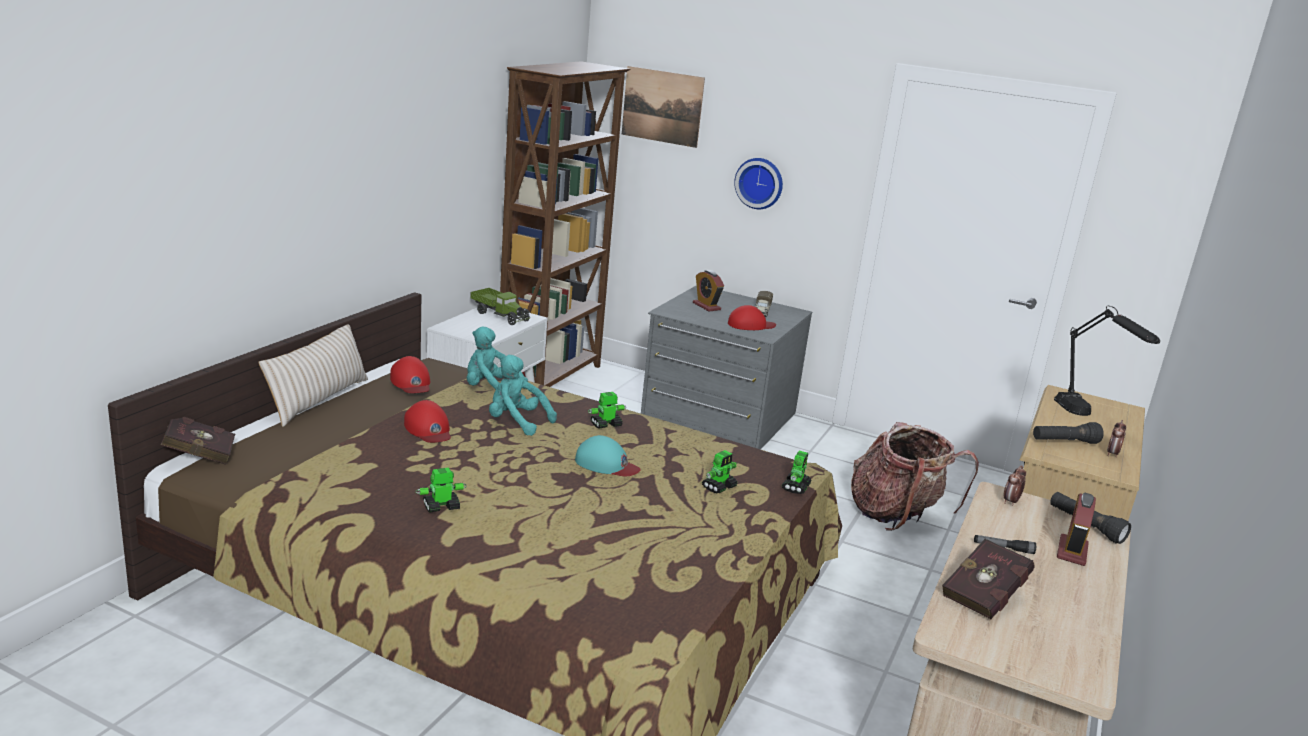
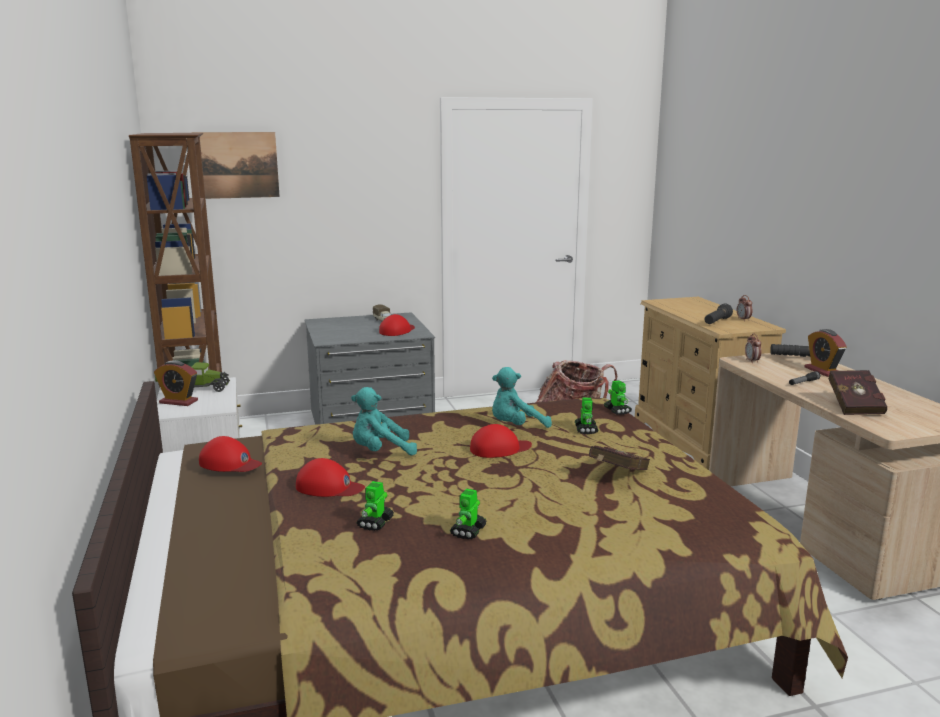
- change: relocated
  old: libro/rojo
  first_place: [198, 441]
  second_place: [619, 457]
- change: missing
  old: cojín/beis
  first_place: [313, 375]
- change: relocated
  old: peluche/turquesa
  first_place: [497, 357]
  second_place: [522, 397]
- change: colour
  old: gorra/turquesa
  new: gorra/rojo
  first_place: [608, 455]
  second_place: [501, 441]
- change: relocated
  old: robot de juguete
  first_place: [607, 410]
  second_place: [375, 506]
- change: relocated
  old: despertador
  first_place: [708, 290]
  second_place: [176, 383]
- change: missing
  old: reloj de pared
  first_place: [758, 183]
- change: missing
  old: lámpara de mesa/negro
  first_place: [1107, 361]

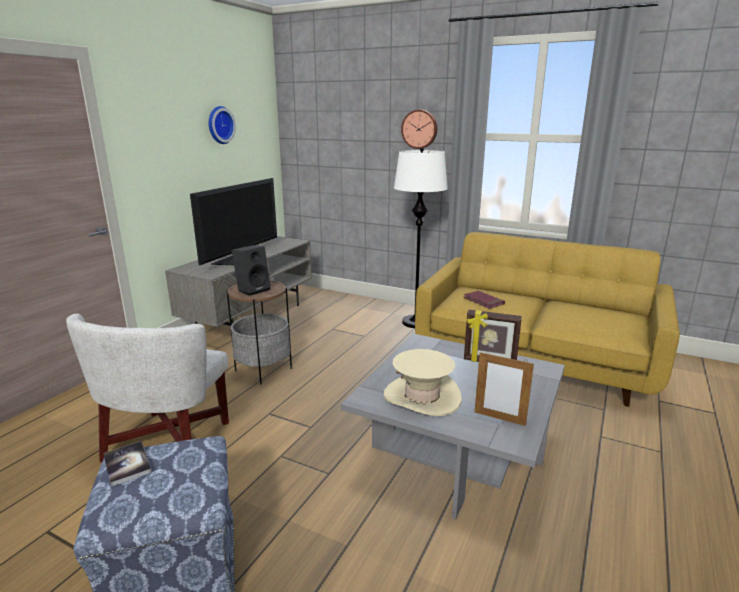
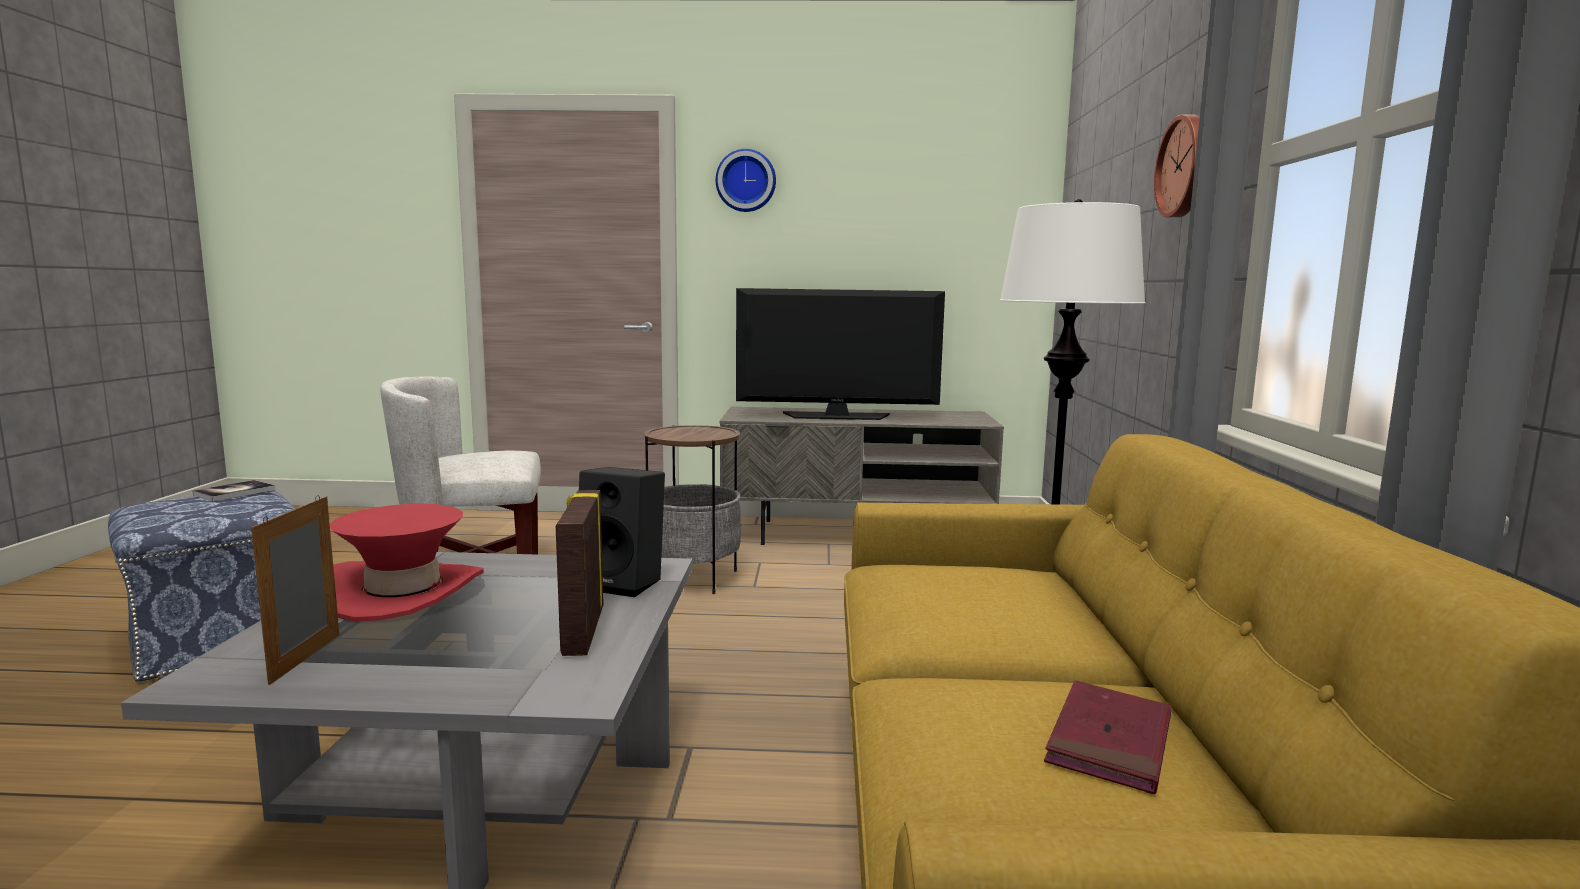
- change: relocated
  old: reloj de pared
  first_place: [222, 125]
  second_place: [746, 180]
- change: relocated
  old: altavoz/negro
  first_place: [251, 270]
  second_place: [622, 532]
- change: colour
  old: sombrero/beis
  new: sombrero/rojo
  first_place: [422, 382]
  second_place: [407, 563]
- change: relocated
  old: libro/rojo
  first_place: [484, 300]
  second_place: [1108, 737]

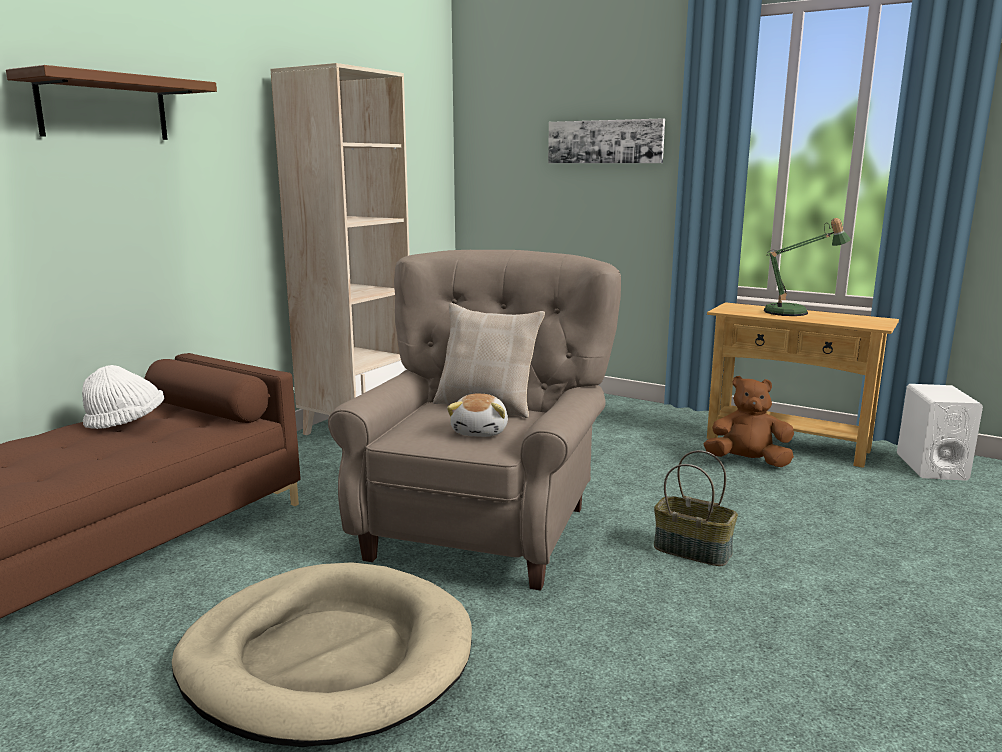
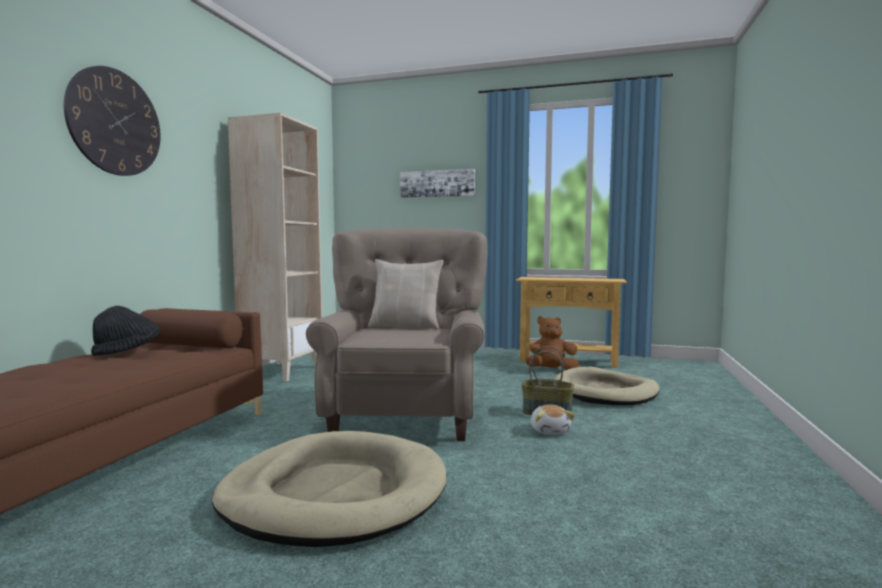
- change: exchanged
  old: estante/marrón
  new: reloj de pared
  first_place: [111, 102]
  second_place: [112, 121]
- change: colour
  old: sombrero/blanco
  new: sombrero/negro
  first_place: [123, 397]
  second_place: [125, 331]
- change: relocated
  old: peluche
  first_place: [477, 415]
  second_place: [553, 420]
- change: missing
  old: lámpara de mesa
  first_place: [807, 267]
- change: missing
  old: altavoz/blanco
  first_place: [940, 432]
- change: appeared
  new: cama para perro/beis
  second_place: [606, 386]

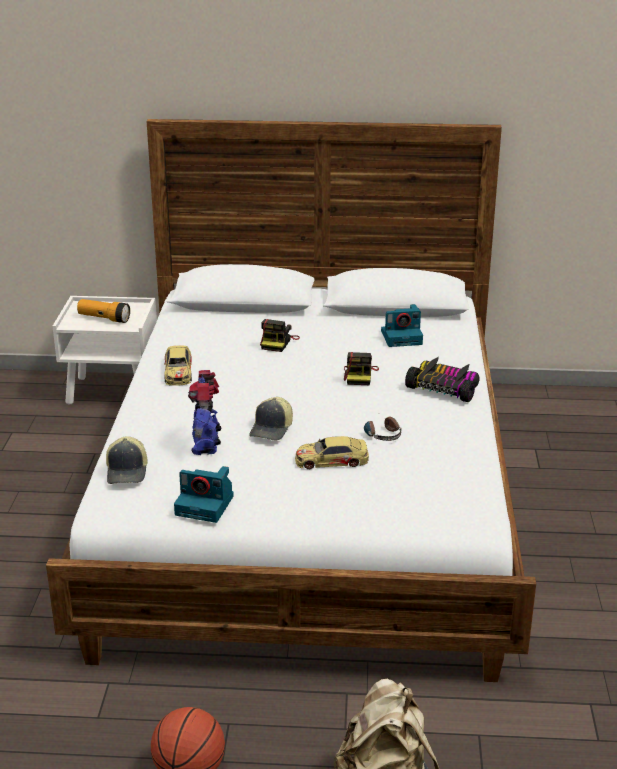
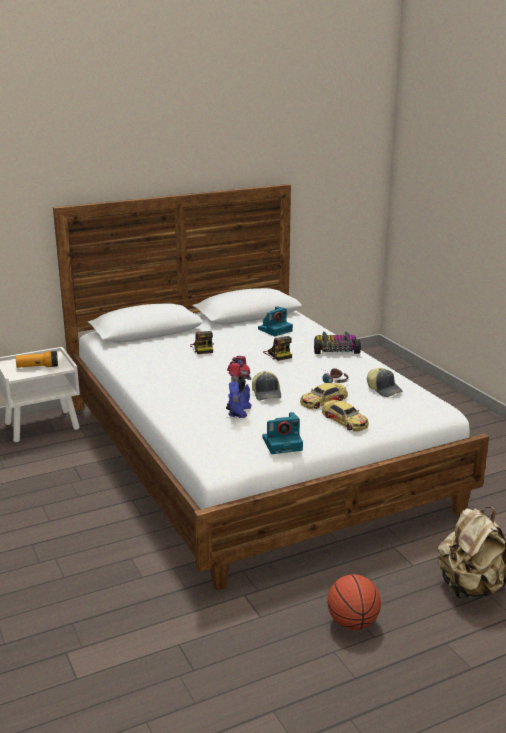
- change: relocated
  old: gorra
  first_place: [127, 460]
  second_place: [385, 382]
- change: relocated
  old: coche de juguete
  first_place: [178, 365]
  second_place: [345, 416]
- change: spun
  old: robot de juguete
  first_place: [204, 412]
  second_place: [239, 387]
  degrees: -135

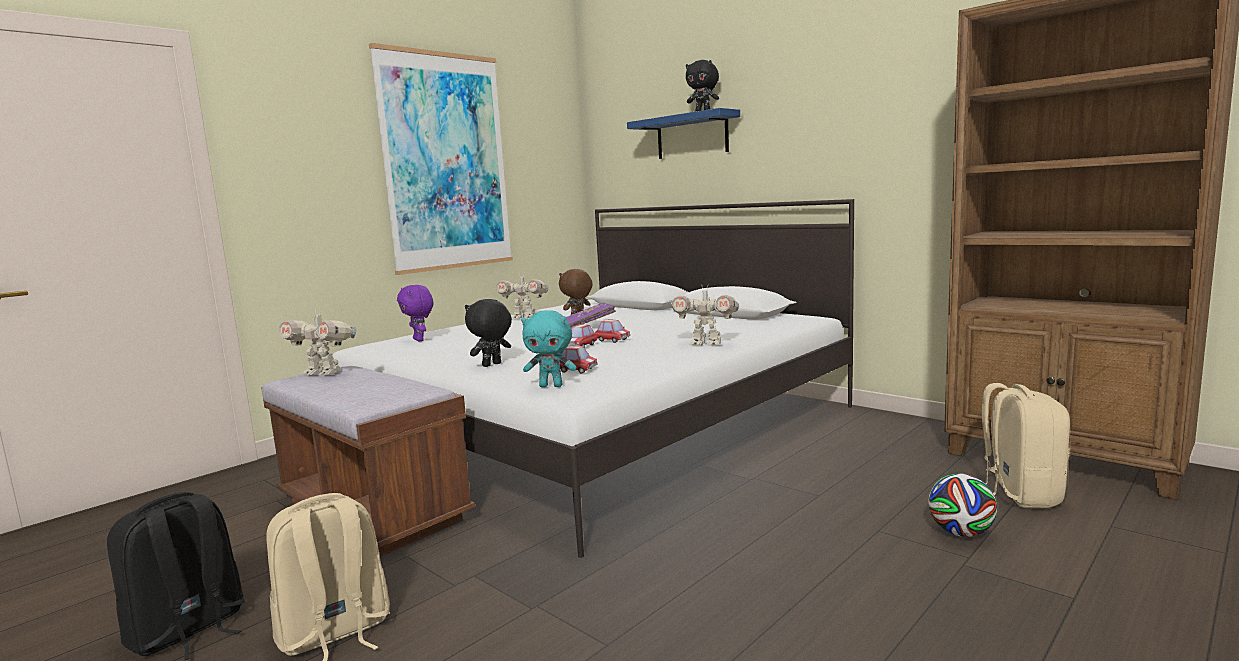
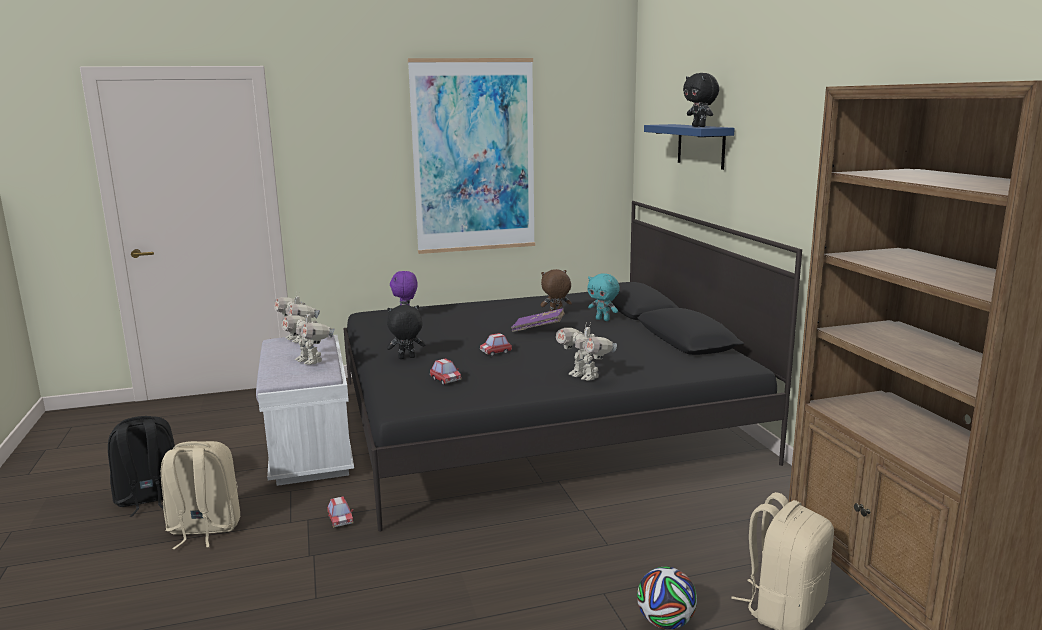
- change: colour
  old: banco/marrón
  new: banco/blanco
  first_place: [368, 461]
  second_place: [305, 410]
- change: colour
  old: cama/blanco
  new: cama/negro
  first_place: [593, 378]
  second_place: [572, 366]
- change: relocated
  old: robot de juguete
  first_place: [522, 297]
  second_place: [308, 337]
- change: relocated
  old: peluche/turquesa
  first_place: [549, 348]
  second_place: [603, 297]
- change: relocated
  old: coche de juguete
  first_place: [612, 331]
  second_place: [340, 512]

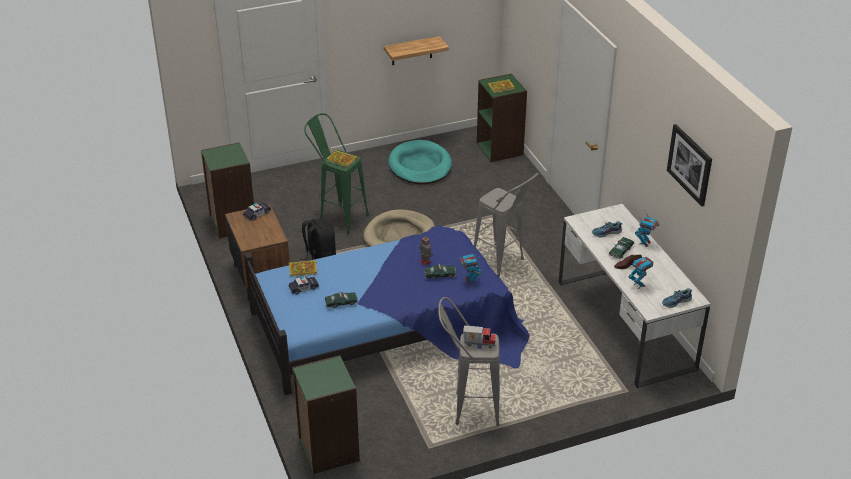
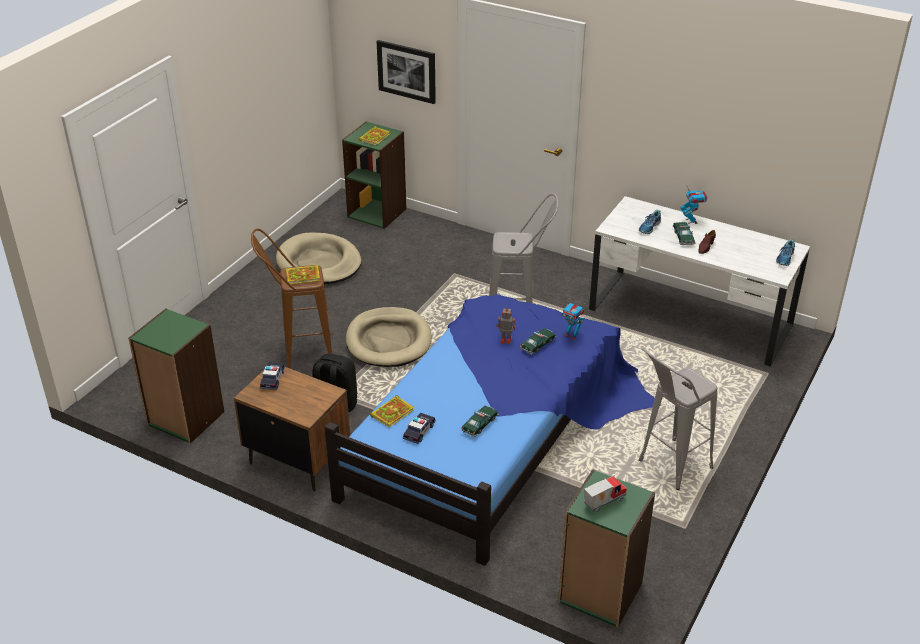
- change: colour
  old: taburete/verde
  new: taburete/marrón
  first_place: [336, 173]
  second_place: [291, 298]
- change: missing
  old: estante
  first_place: [416, 50]
- change: colour
  old: cama para perro/turquesa
  new: cama para perro/beis
  first_place: [420, 162]
  second_place: [319, 258]
- change: relocated
  old: camión de juguete
  first_place: [479, 336]
  second_place: [605, 494]
- change: missing
  old: robot de juguete
  first_place: [641, 273]
- change: relocated
  old: cuadro
  first_place: [689, 165]
  second_place: [406, 72]

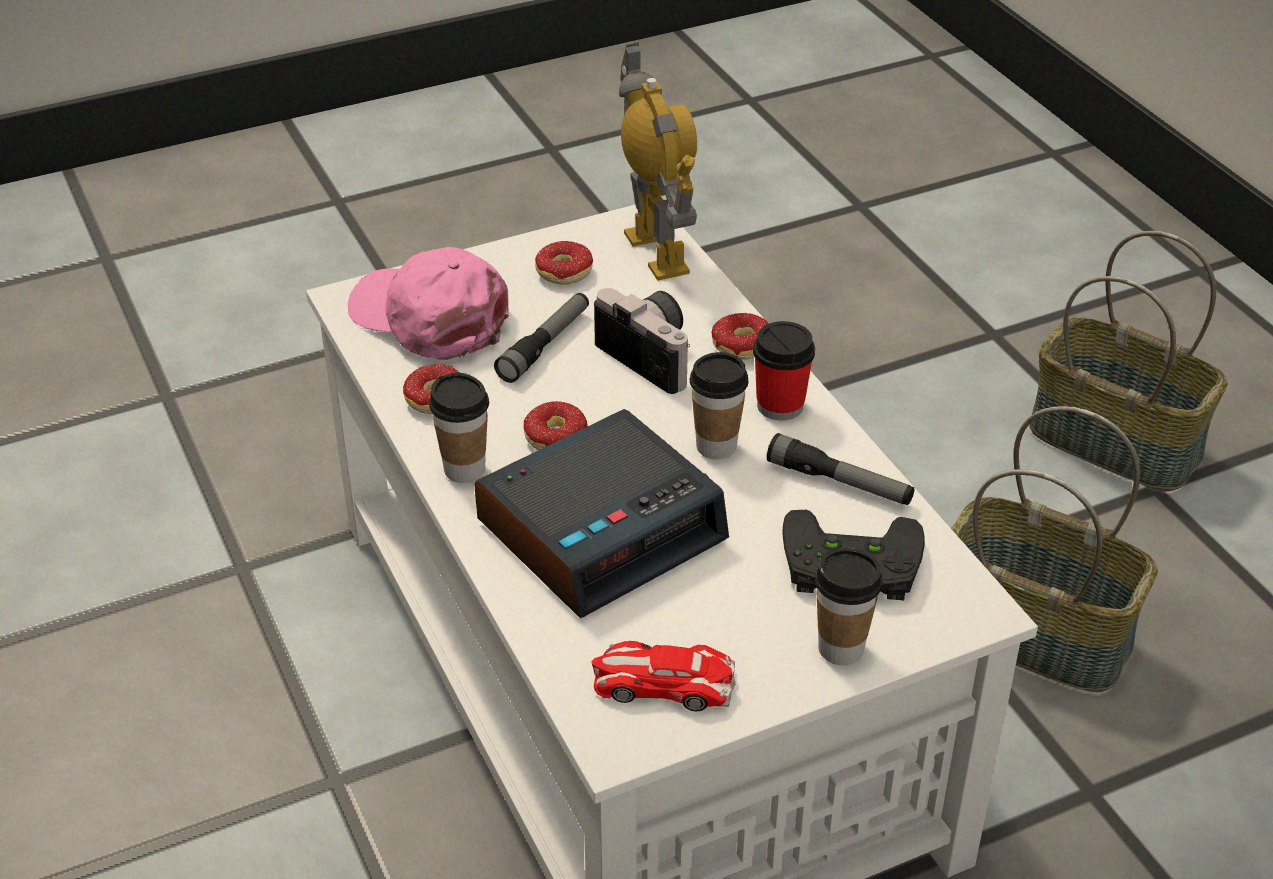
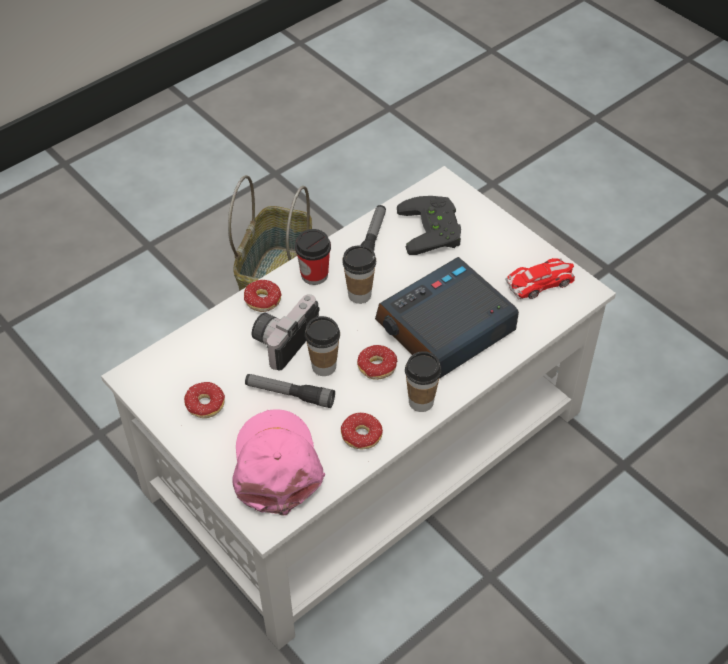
- change: spun
  old: gorra/rosa
  first_place: [428, 303]
  second_place: [278, 462]
  degrees: 150
- change: spun
  old: despertador
  first_place: [601, 513]
  second_place: [447, 318]
  degrees: -75
- change: spun
  old: coche de juguete
  first_place: [663, 676]
  second_place: [540, 279]
  degrees: -105
- change: missing
  old: robot de juguete
  first_place: [658, 162]
- change: relocated
  old: taza
  first_place: [849, 606]
  second_place: [322, 346]
- change: missing
  old: cesta
  first_place: [1129, 361]

